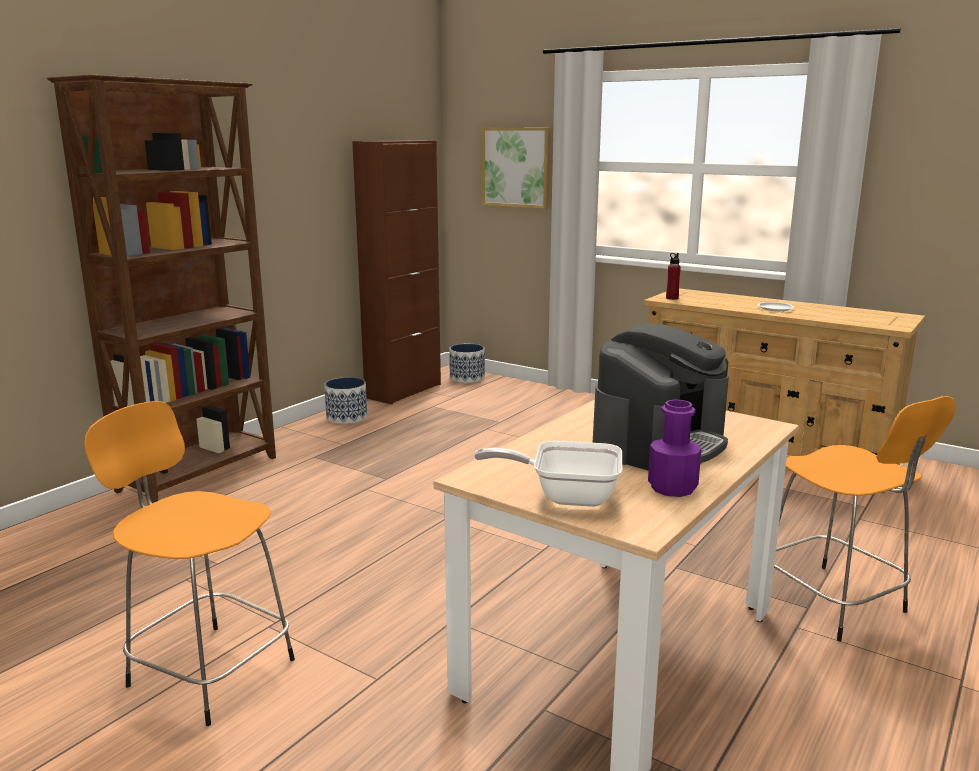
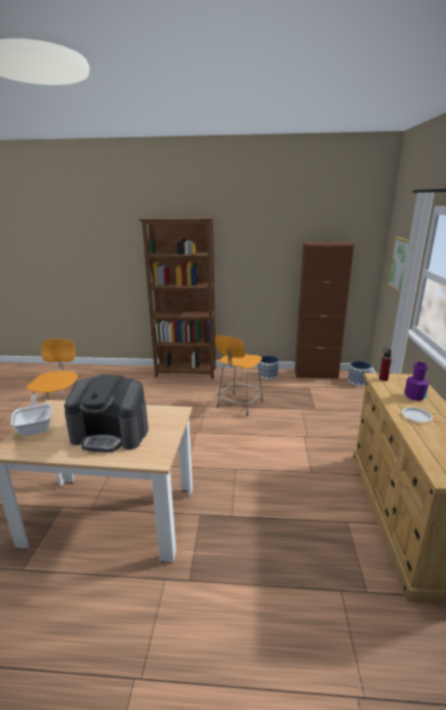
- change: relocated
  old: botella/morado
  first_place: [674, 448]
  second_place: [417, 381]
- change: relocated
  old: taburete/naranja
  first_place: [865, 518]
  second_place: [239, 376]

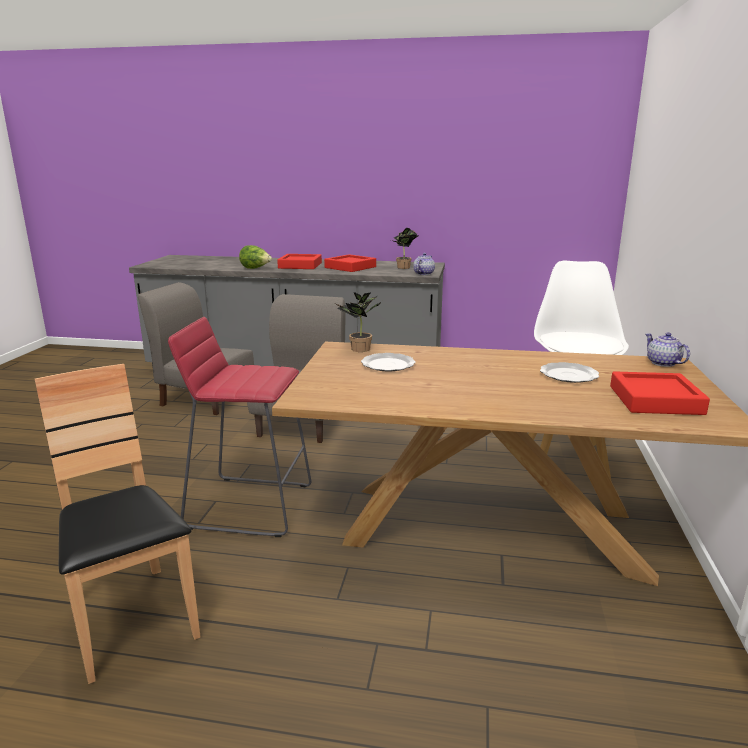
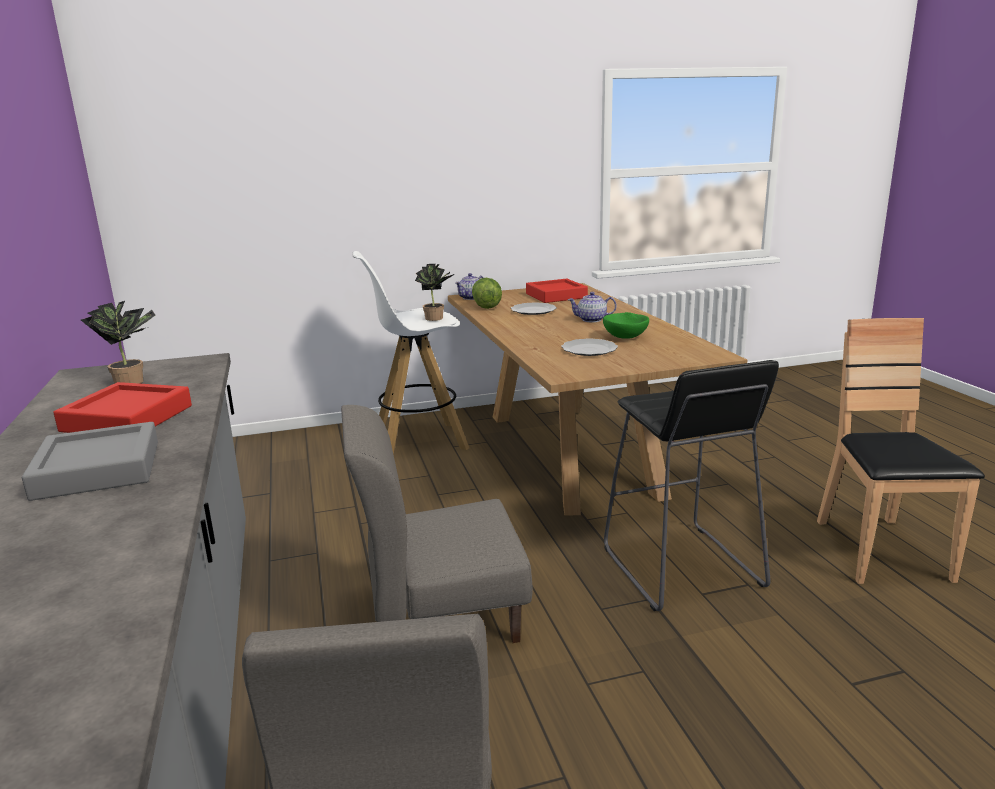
- change: spun
  old: silla/marrón
  first_place: [117, 524]
  second_place: [901, 451]
  degrees: 150
- change: colour
  old: taburete/rojo
  new: taburete/negro
  first_place: [239, 427]
  second_place: [691, 485]
- change: relocated
  old: lechuga
  first_place: [255, 257]
  second_place: [487, 293]
- change: colour
  old: bandeja/rojo
  new: bandeja/gris
  first_place: [299, 261]
  second_place: [90, 461]
- change: relocated
  old: planta en maceta
  first_place: [357, 322]
  second_place: [434, 292]
- change: relocated
  old: tetera
  first_place: [424, 264]
  second_place: [592, 307]
- change: appeared
  new: cuenco/verde
  second_place: [626, 325]

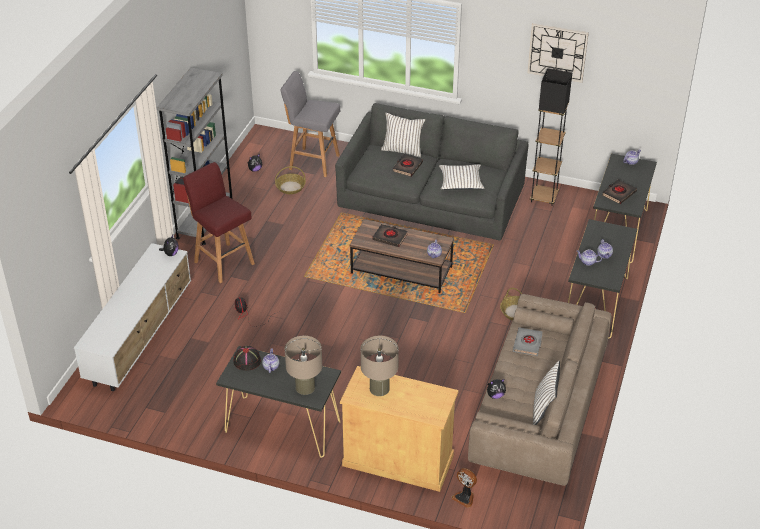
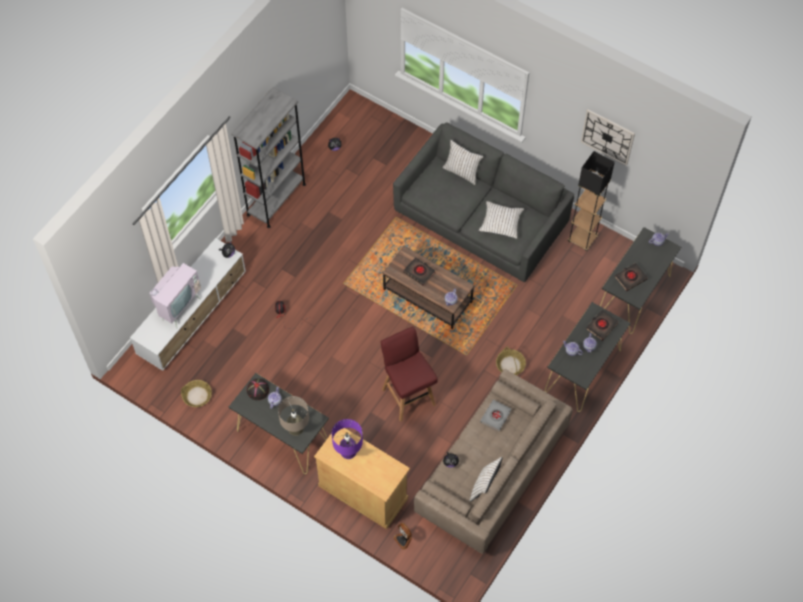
- change: relocated
  old: taburete/rojo
  first_place: [219, 222]
  second_place: [409, 374]
- change: relocated
  old: cesta
  first_place: [290, 180]
  second_place: [196, 393]
- change: missing
  old: taburete/gris
  first_place: [310, 124]
- change: colour
  old: lámpara de mesa/beis
  new: lámpara de mesa/morado
  first_place: [380, 366]
  second_place: [347, 439]
- change: relocated
  old: libro/negro
  first_place: [408, 165]
  second_place: [602, 325]
- change: appeared
  new: televisor
  second_place: [173, 296]

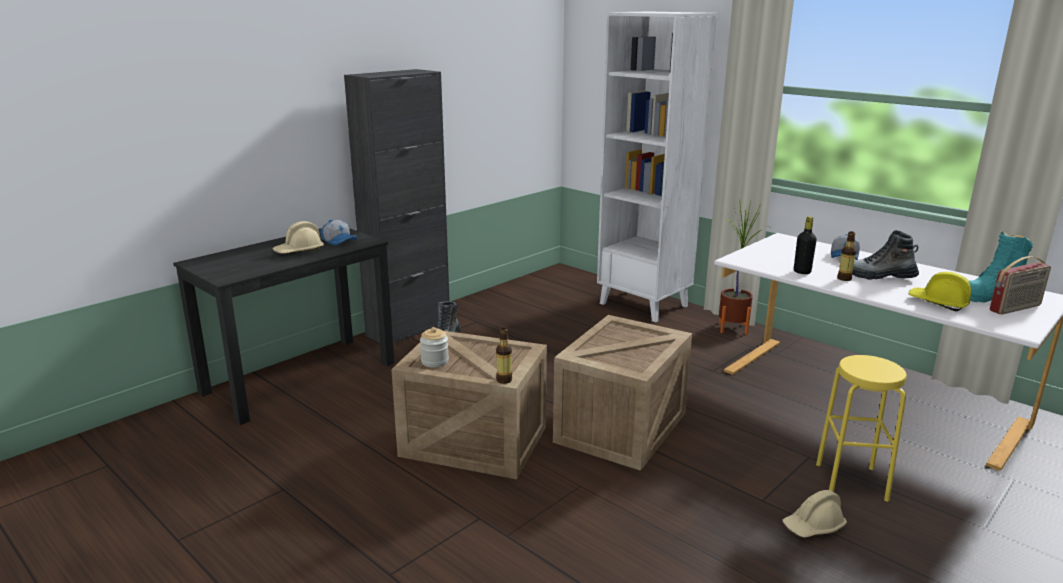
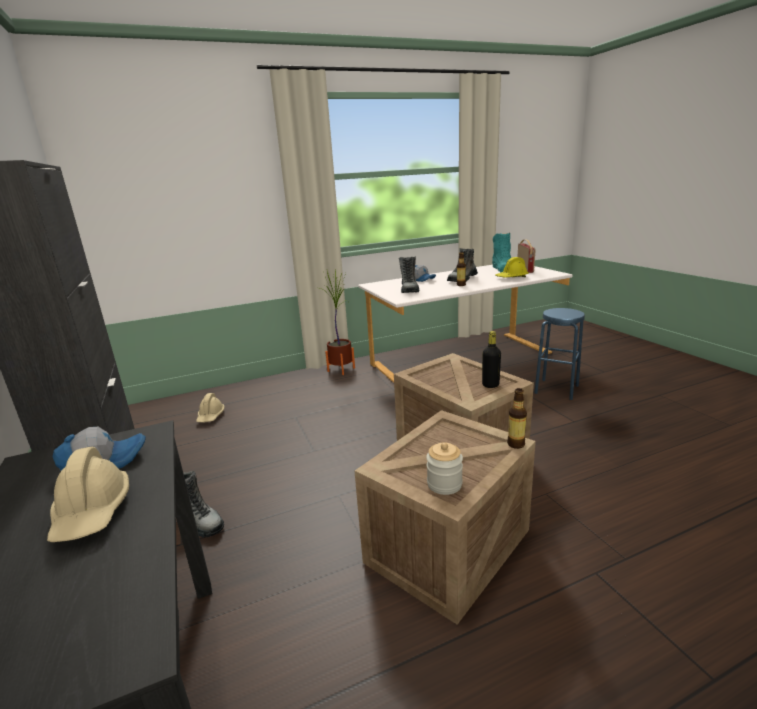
- change: missing
  old: estantería/blanco
  first_place: [657, 166]
- change: relocated
  old: casco/beis
  first_place: [815, 513]
  second_place: [210, 407]
- change: relocated
  old: botella/negro
  first_place: [805, 245]
  second_place: [491, 359]
- change: colour
  old: taburete/amarillo
  new: taburete/azul
  first_place: [861, 428]
  second_place: [559, 354]
- change: appeared
  new: bota
  second_place: [409, 275]

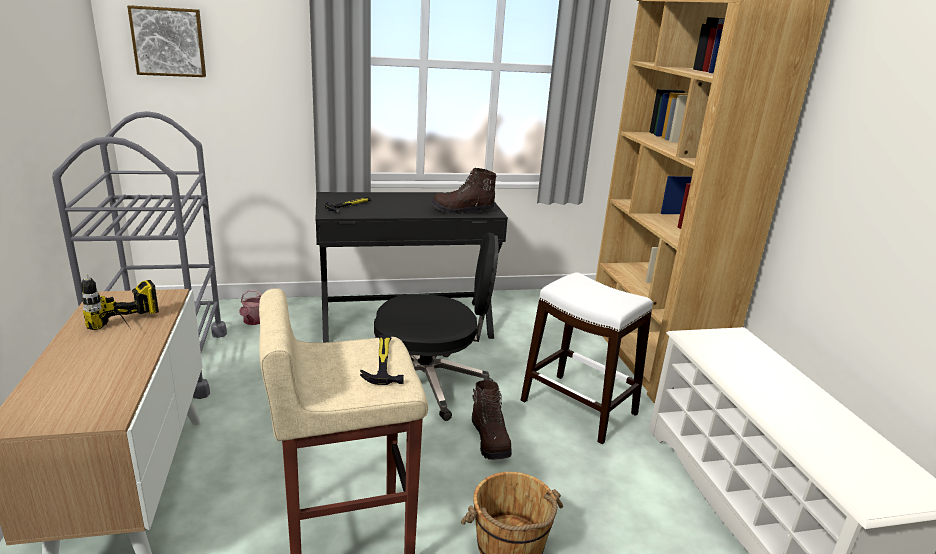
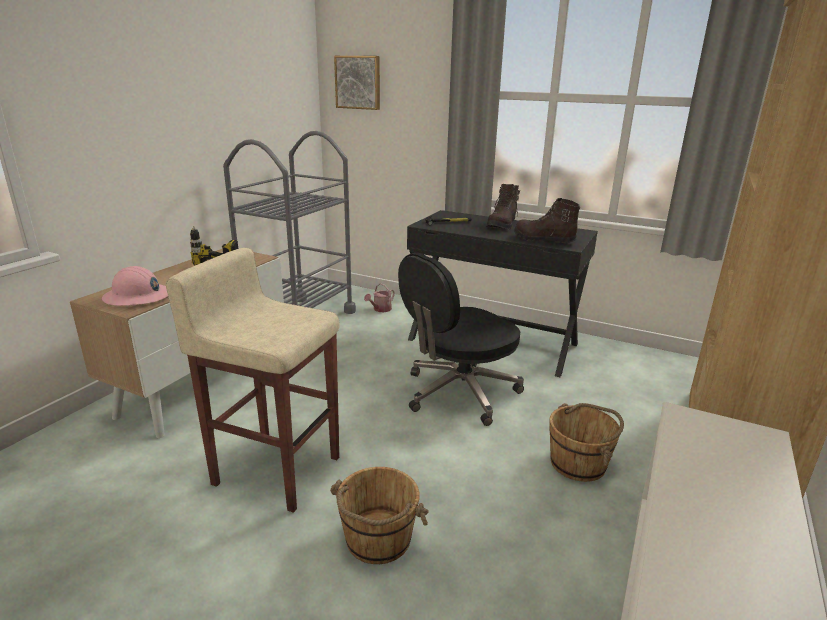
- change: missing
  old: martillo
  first_place: [382, 359]
- change: spun
  old: silla de oficina/negro
  first_place: [436, 326]
  second_place: [461, 339]
  degrees: 105
- change: relocated
  old: bota/marrón
  first_place: [492, 420]
  second_place: [503, 207]
- change: exchanged
  old: taburete/blanco
  new: cubo/marrón
  first_place: [587, 358]
  second_place: [586, 442]
- change: appeared
  new: casco/rosa
  second_place: [135, 286]

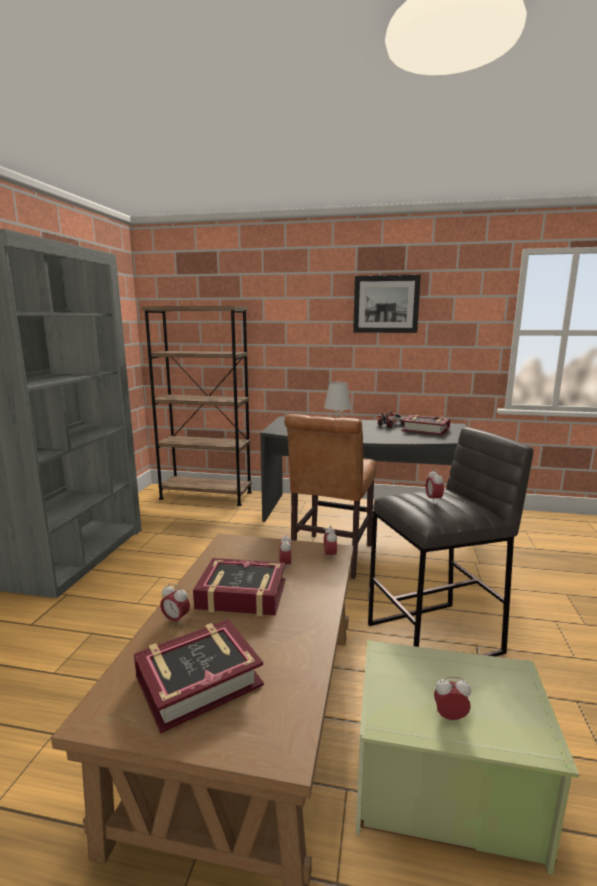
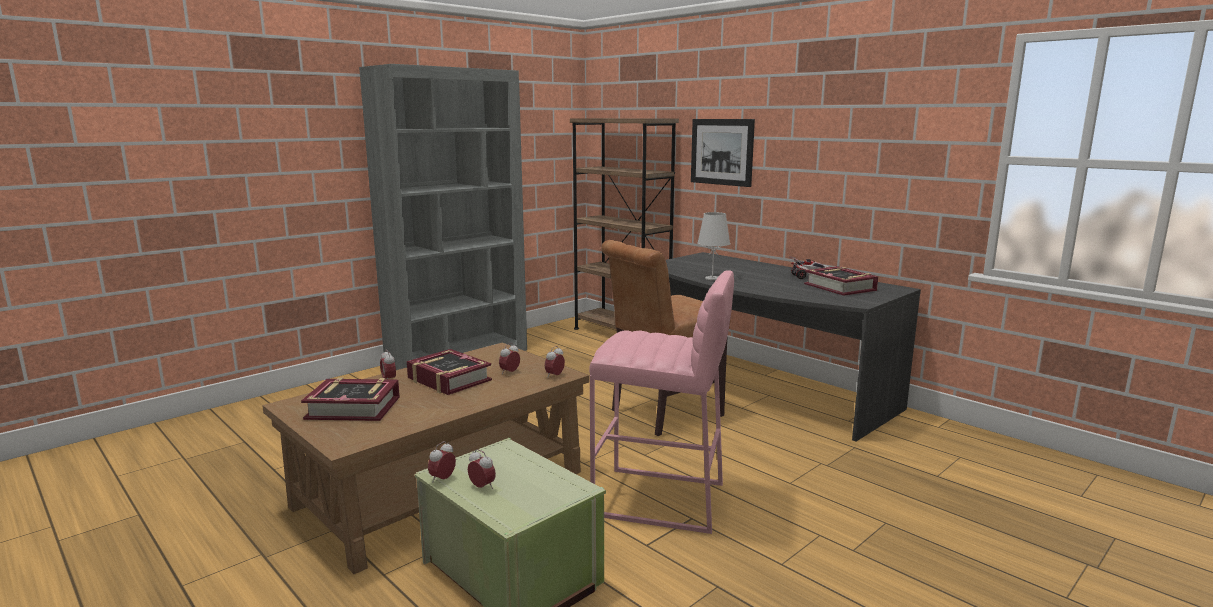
- change: relocated
  old: cuadro
  first_place: [387, 304]
  second_place: [723, 153]
- change: colour
  old: taburete/gris
  new: taburete/rosa
  first_place: [451, 542]
  second_place: [661, 402]
- change: relocated
  old: despertador
  first_place: [435, 486]
  second_place: [442, 462]

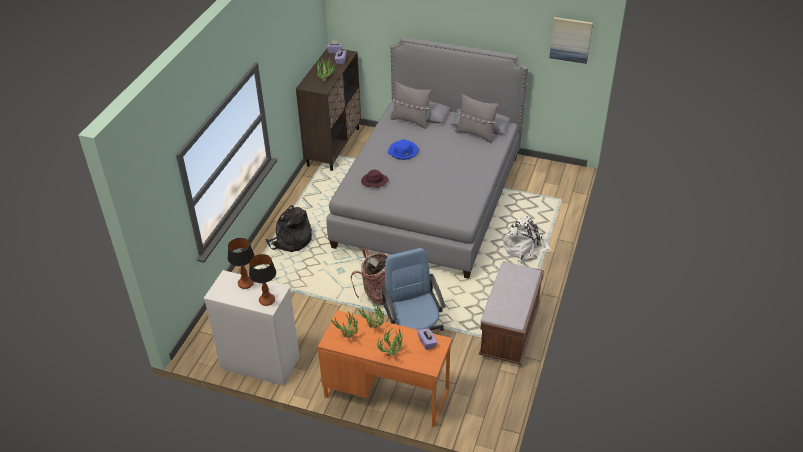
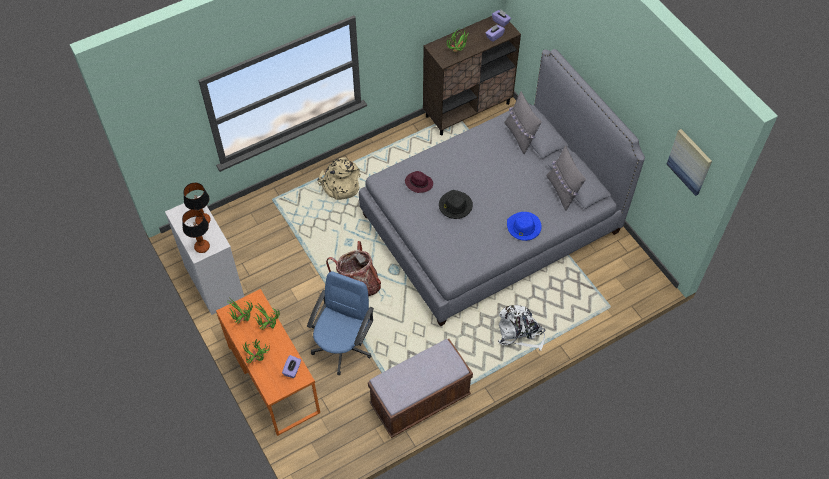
- change: colour
  old: mochila/negro
  new: mochila/beis
  first_place: [289, 228]
  second_place: [339, 178]
- change: relocated
  old: sombrero/azul
  first_place: [403, 149]
  second_place: [524, 226]
- change: appeared
  new: sombrero/negro
  second_place: [456, 204]

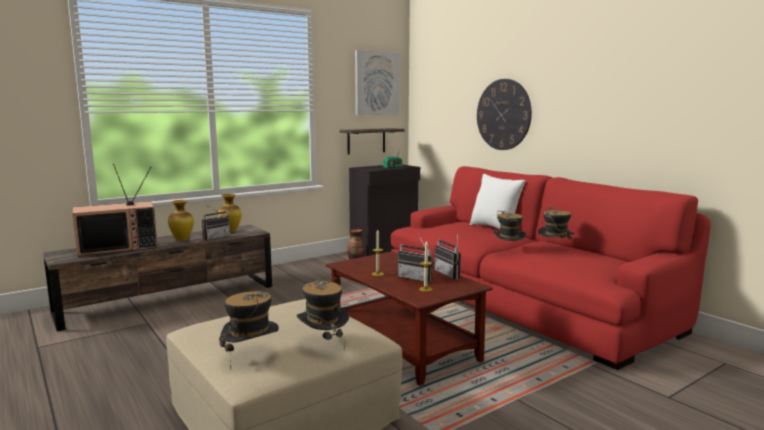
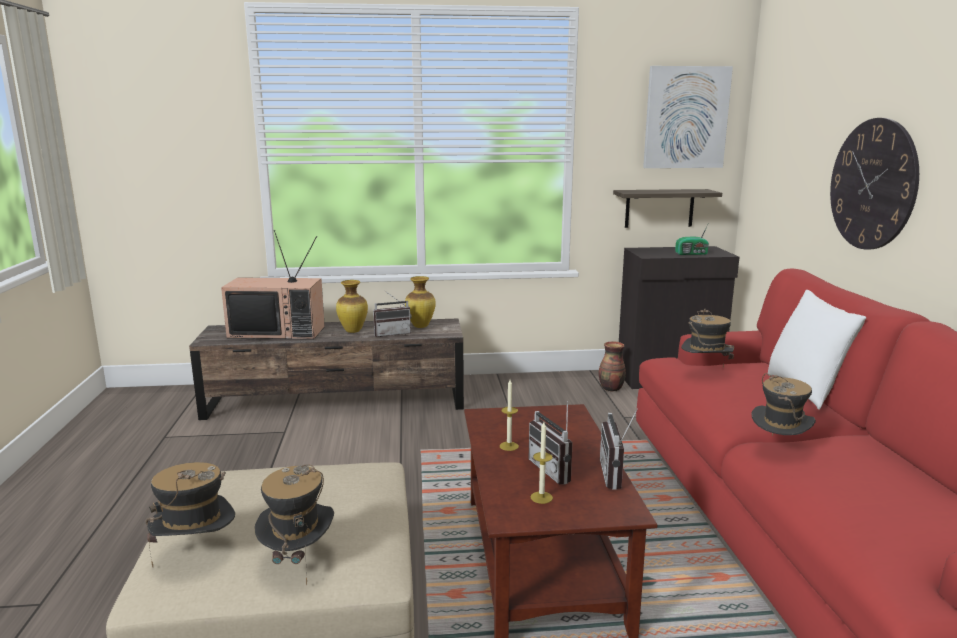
- change: relocated
  old: sombrero
  first_place: [556, 223]
  second_place: [707, 338]

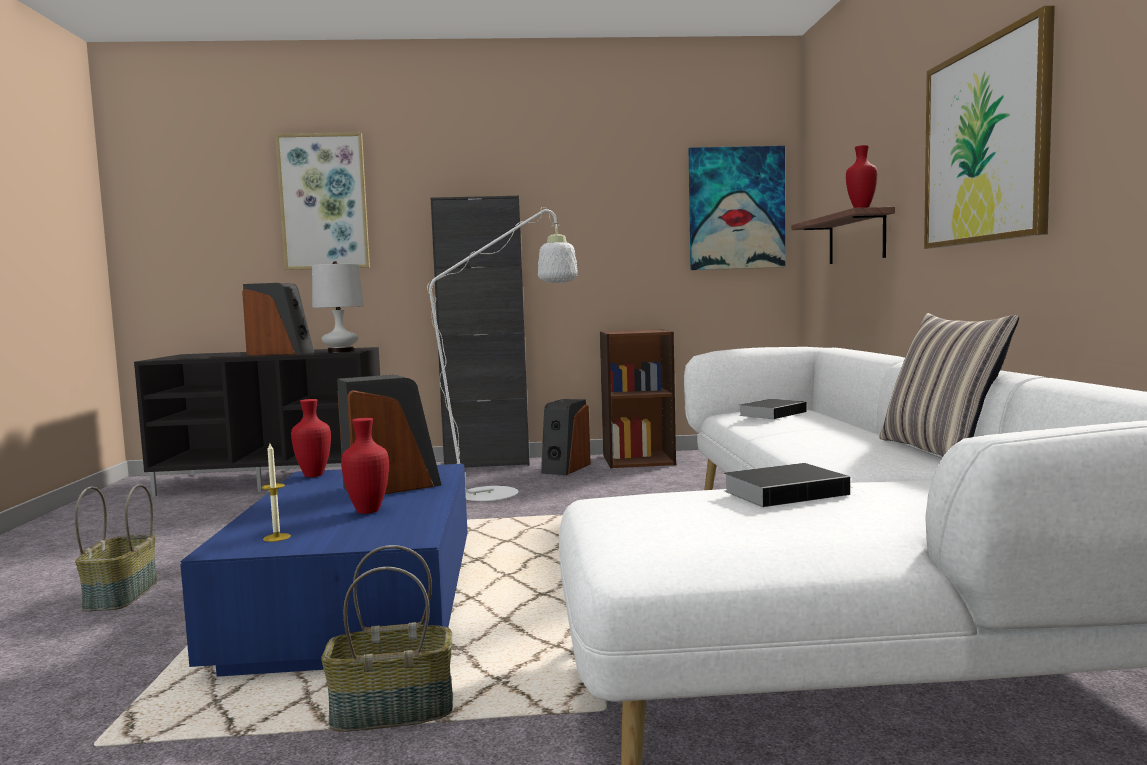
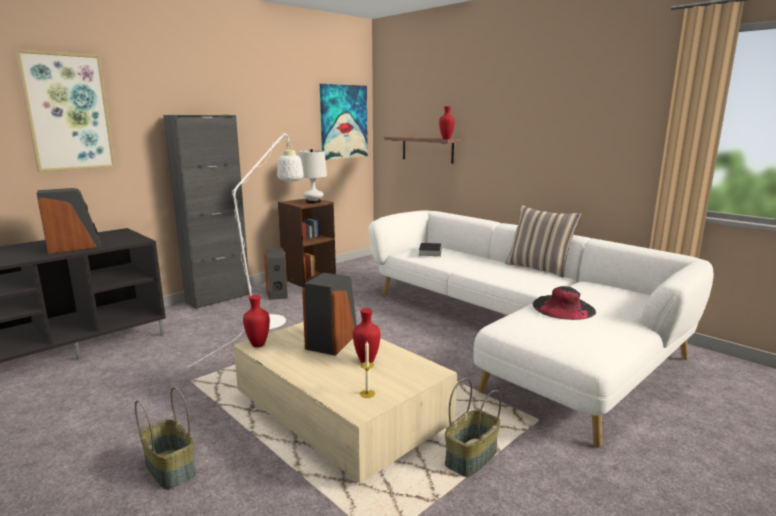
- change: colour
  old: mesa de centro/azul
  new: mesa de centro/beis
  first_place: [324, 570]
  second_place: [345, 402]
- change: relocated
  old: lámpara de mesa/blanco
  first_place: [338, 307]
  second_place: [312, 176]
- change: exchanged
  old: libro
  new: sombrero/negro
  first_place: [792, 485]
  second_place: [564, 303]
- change: missing
  old: cuadro
  first_place: [989, 127]

